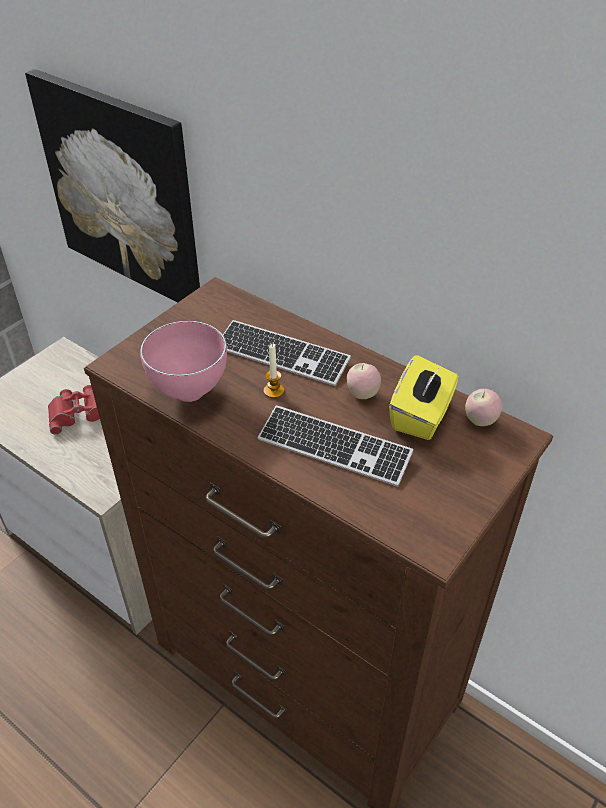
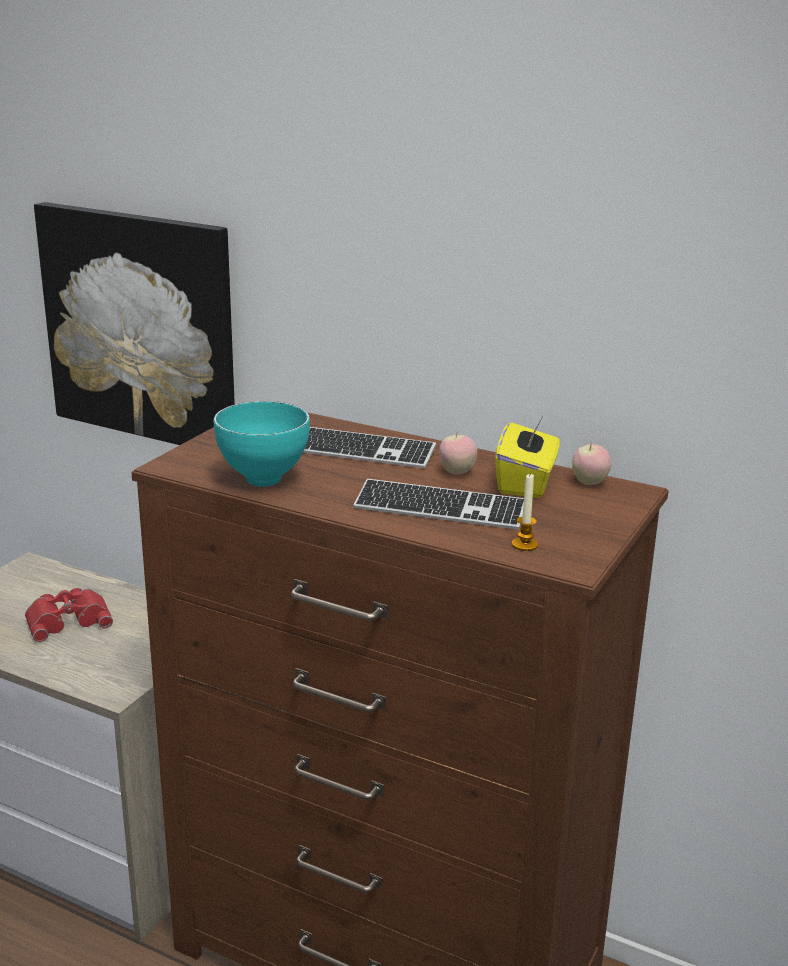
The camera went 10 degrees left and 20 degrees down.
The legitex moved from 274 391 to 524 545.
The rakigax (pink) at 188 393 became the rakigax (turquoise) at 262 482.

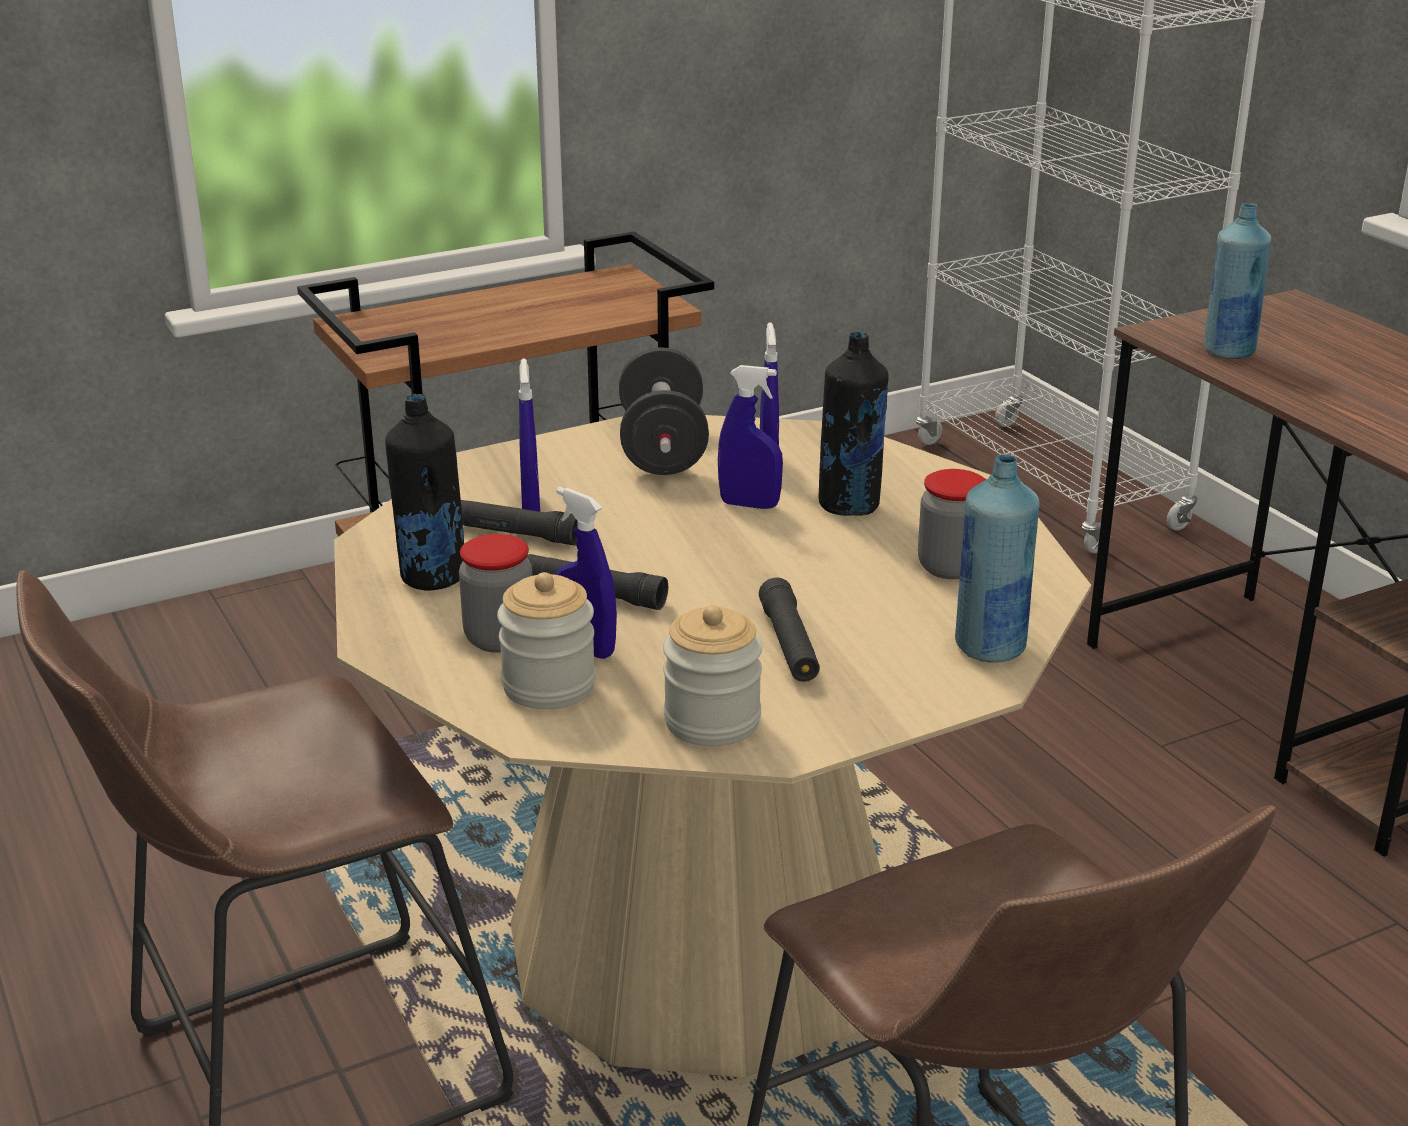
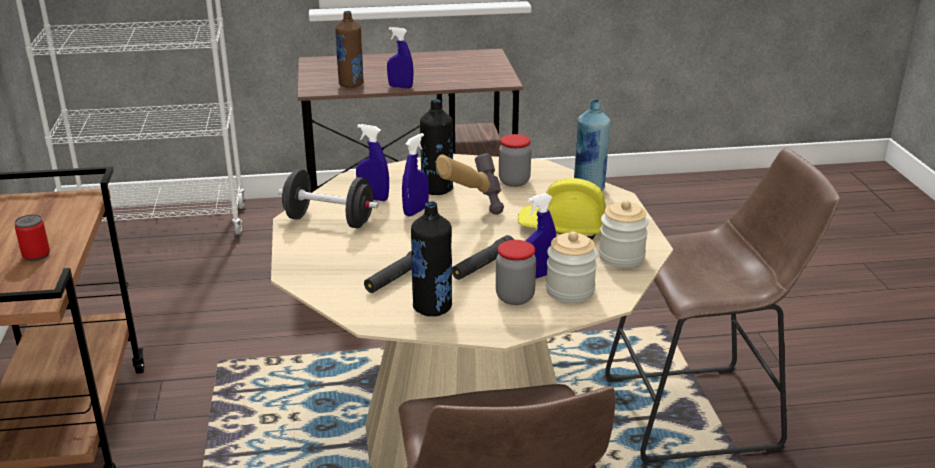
The camera went 70 degrees left and 0 degrees up.
The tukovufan at 36 255 appeared.
The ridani at 466 225 appeared.
The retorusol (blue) moved from 530 505 to 400 87.
The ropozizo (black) at 789 644 was replaced by the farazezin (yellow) at 562 228.
The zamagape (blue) at 1228 351 became the zamagape (brown) at 351 84.

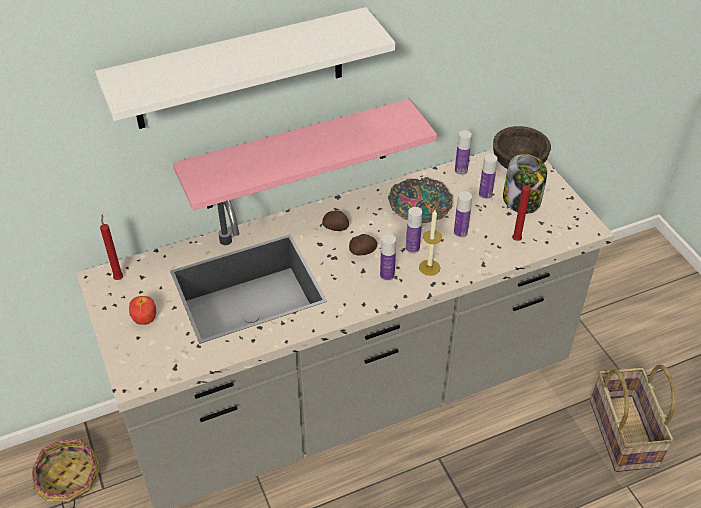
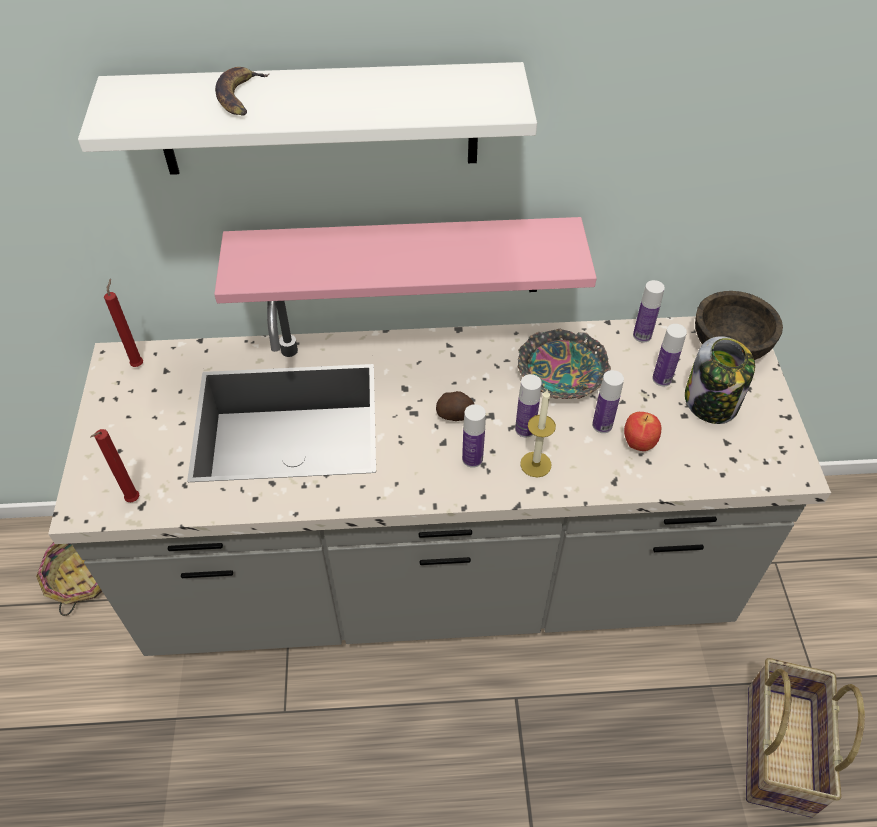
The camera went 20 degrees right and 5 degrees up.
The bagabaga at 336 228 disappeared.
The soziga at 241 96 appeared.
The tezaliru moved from 144 320 to 638 443.
The legitex (red) moved from 516 241 to 132 501.

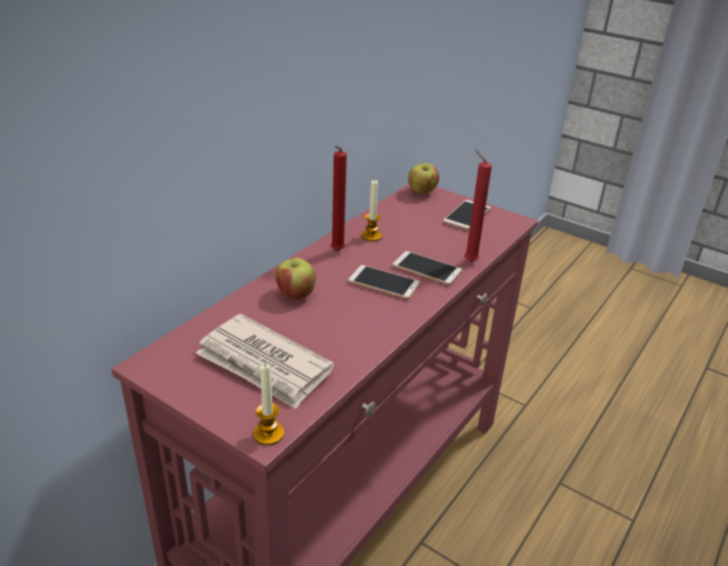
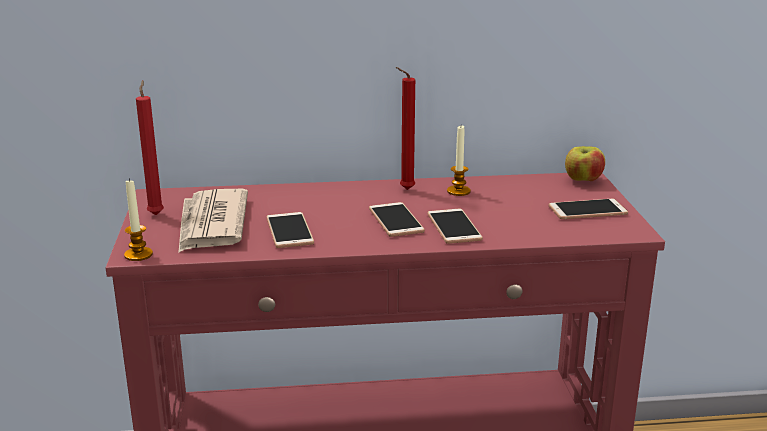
The camera went 50 degrees right and 10 degrees down.
The tezaliru at 295 294 disappeared.
The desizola at 289 231 appeared.
The legitex (red) moved from 468 261 to 156 214.

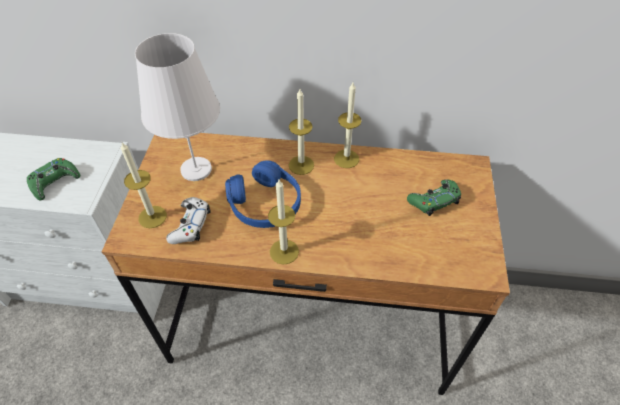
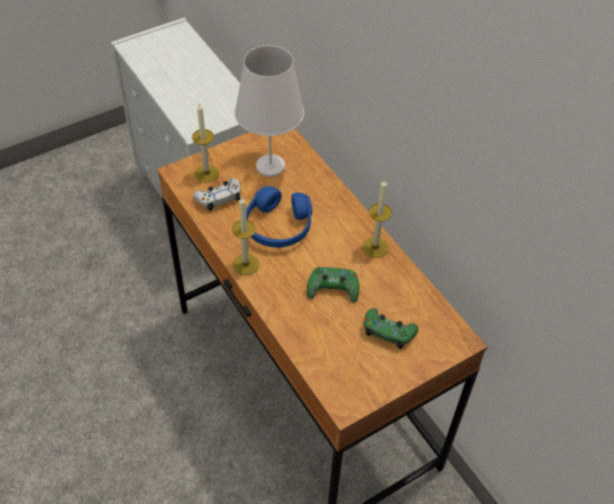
The camera went 50 degrees right and 0 degrees up.
The legitex at 301 165 disappeared.
The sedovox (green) moved from 54 182 to 333 288.

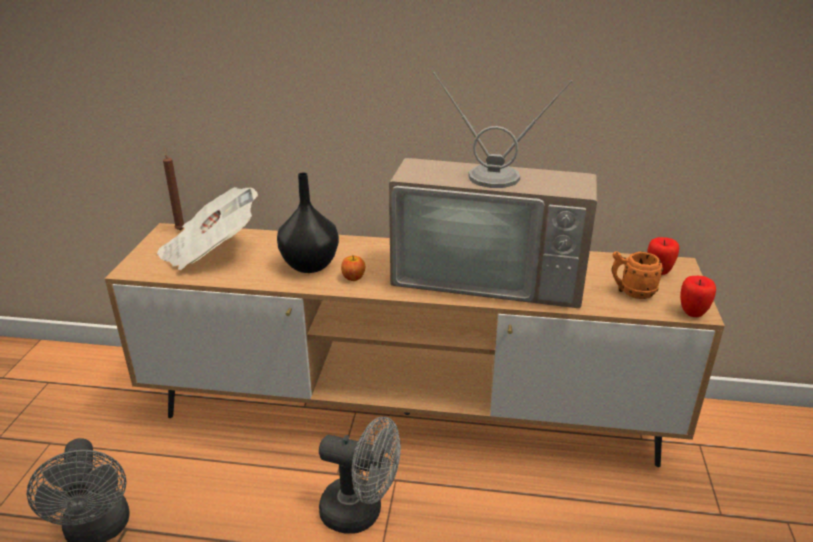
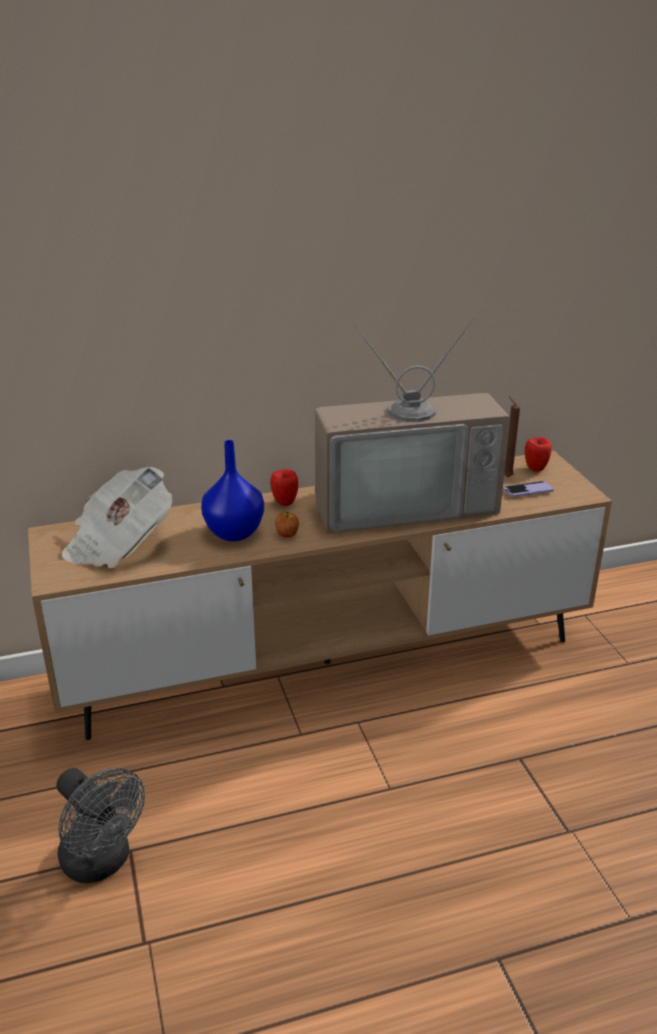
The camera went 25 degrees left and 0 degrees up.
The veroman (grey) at 361 512 disappeared.
The legitex (brown) moved from 180 229 to 506 476.
The tezaliru moved from 692 313 to 285 502.
The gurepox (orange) at 631 292 was replaced by the desizola at 527 490.
The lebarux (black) at 311 265 became the lebarux (blue) at 235 532.

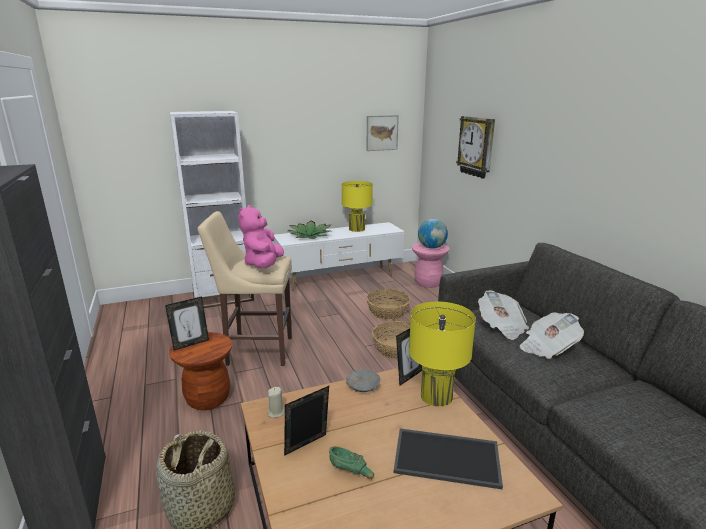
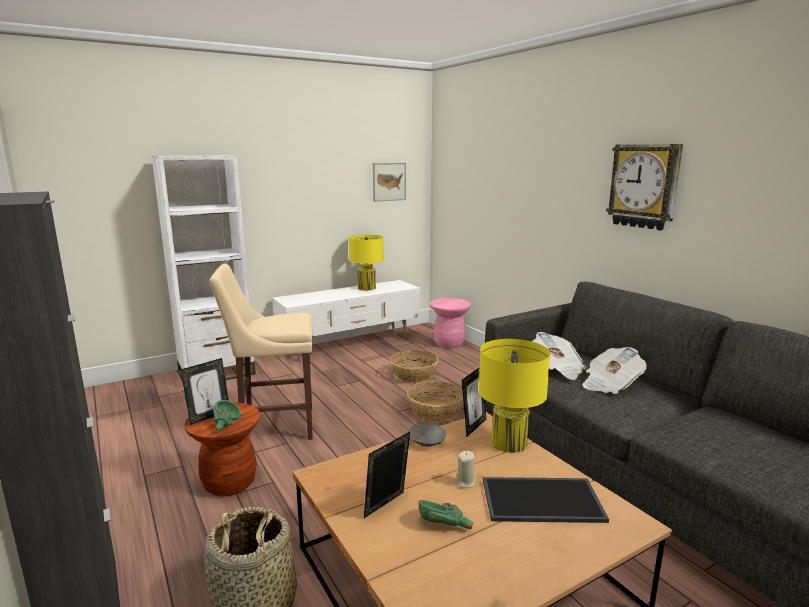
The camera went 10 degrees left and 5 degrees down.
The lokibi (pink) at 263 265 disappeared.
The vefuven at 310 236 disappeared.
The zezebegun at 432 247 disappeared.
The rakigax (green) at 226 424 appeared.
The legitex (beige) moved from 276 412 to 465 482.
The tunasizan moved from 477 146 to 644 186.

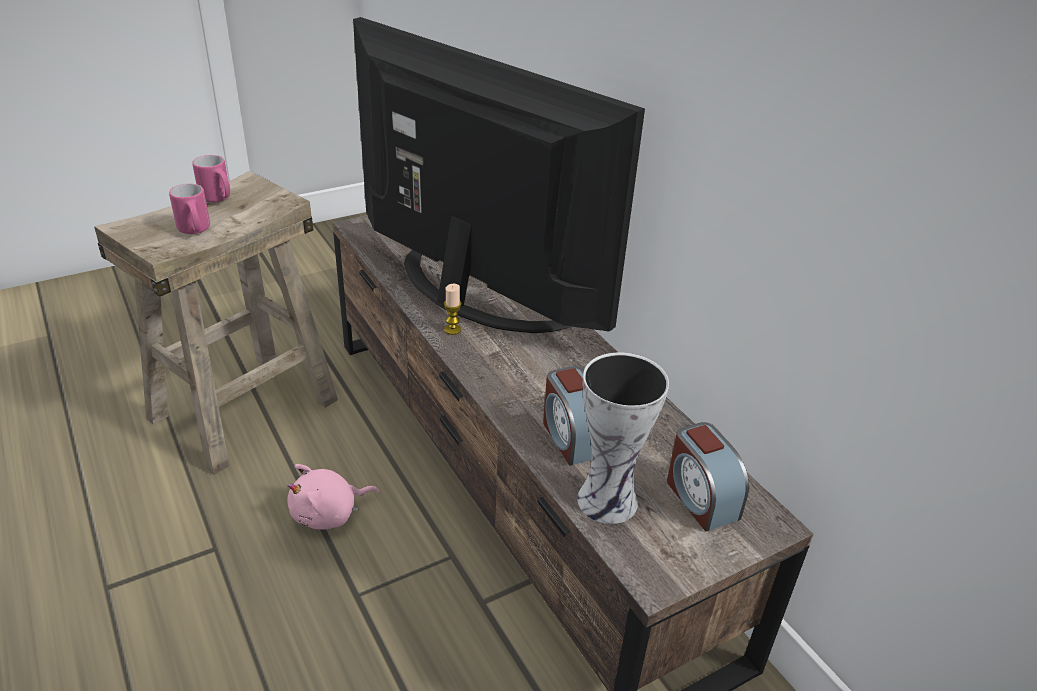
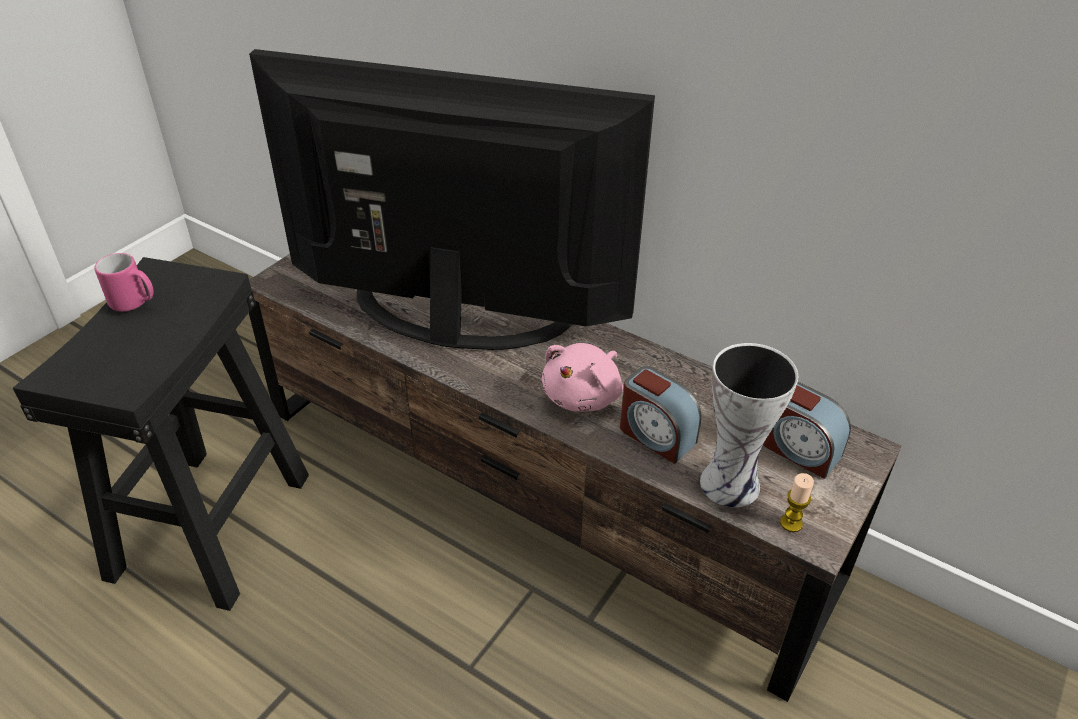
The camera went 25 degrees left and 5 degrees up.
The gurepox (pink) at 195 231 disappeared.
The lokibi (pink) moved from 329 514 to 584 396.
The legitex moved from 452 330 to 791 523.
The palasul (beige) at 244 408 became the palasul (black) at 210 524.

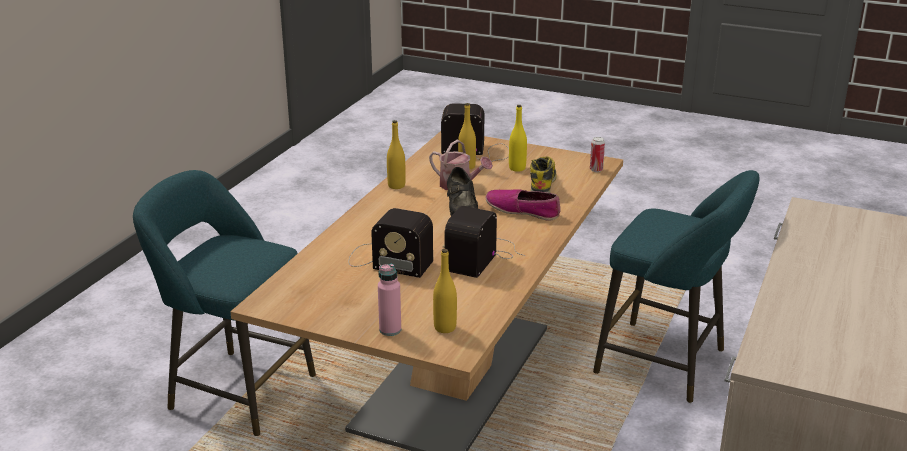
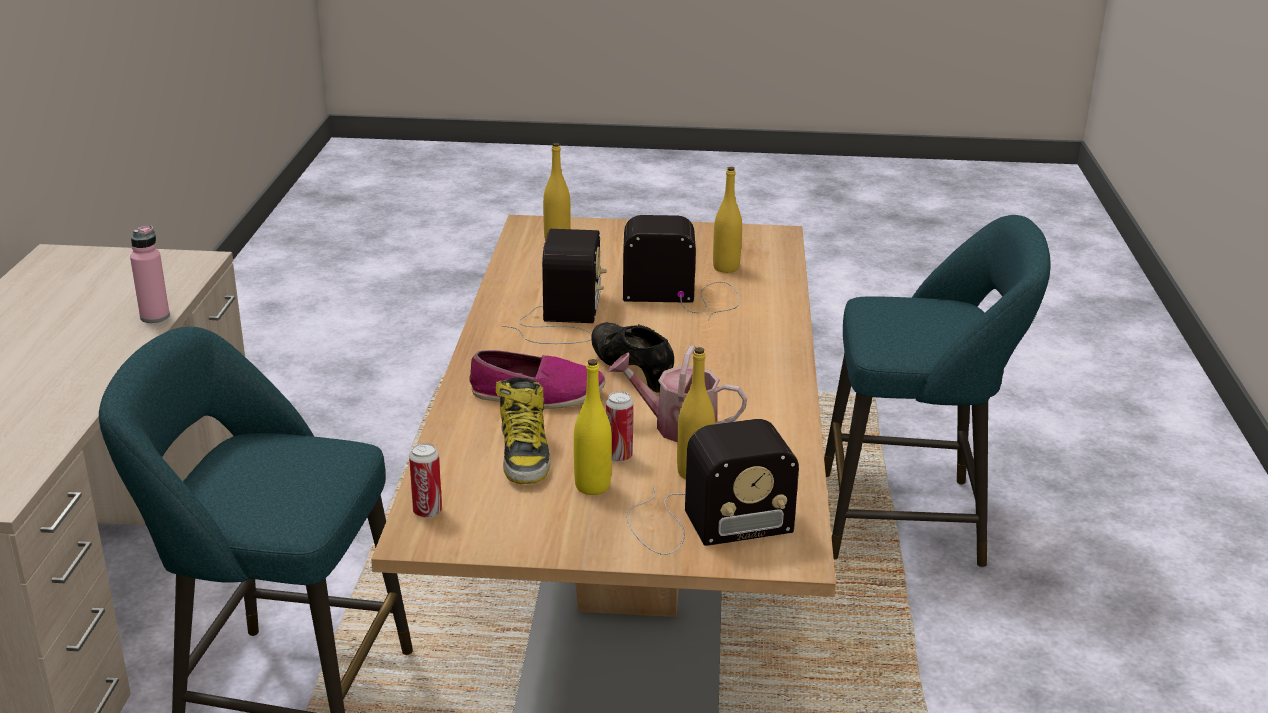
The camera went 160 degrees right and 0 degrees up.
The tukovufan at 619 456 appeared.
The zamagape (pink) moved from 390 330 to 155 317.
The zamagape (yellow) moved from 396 186 to 726 268.

